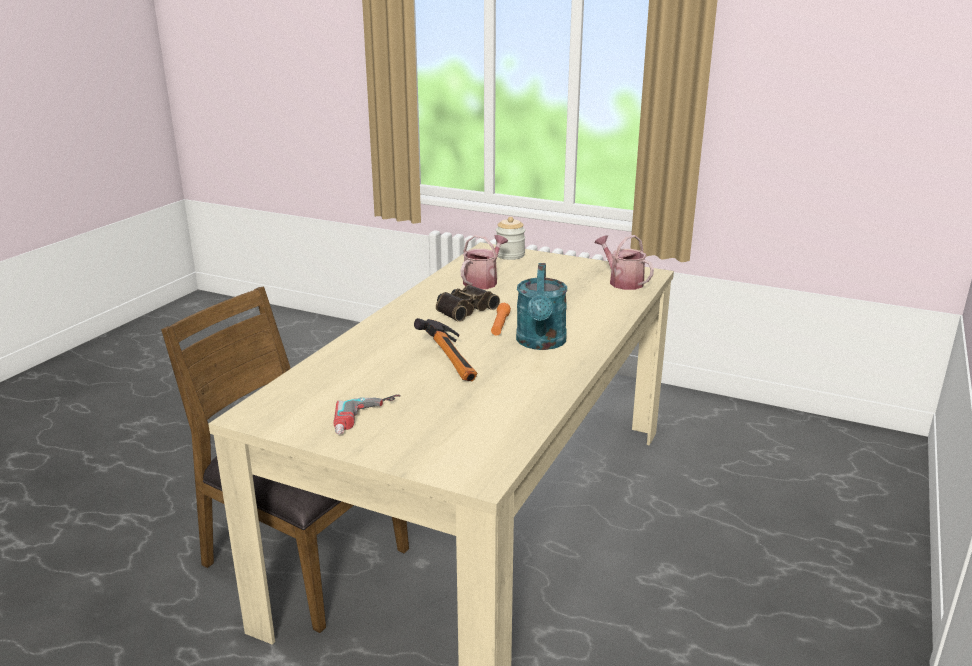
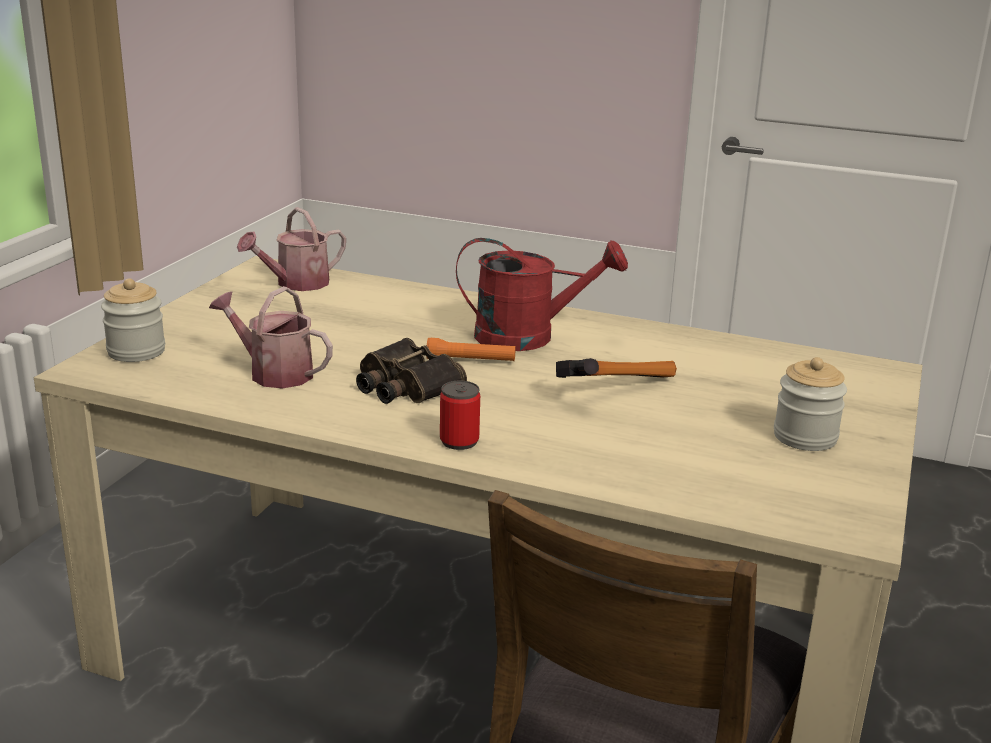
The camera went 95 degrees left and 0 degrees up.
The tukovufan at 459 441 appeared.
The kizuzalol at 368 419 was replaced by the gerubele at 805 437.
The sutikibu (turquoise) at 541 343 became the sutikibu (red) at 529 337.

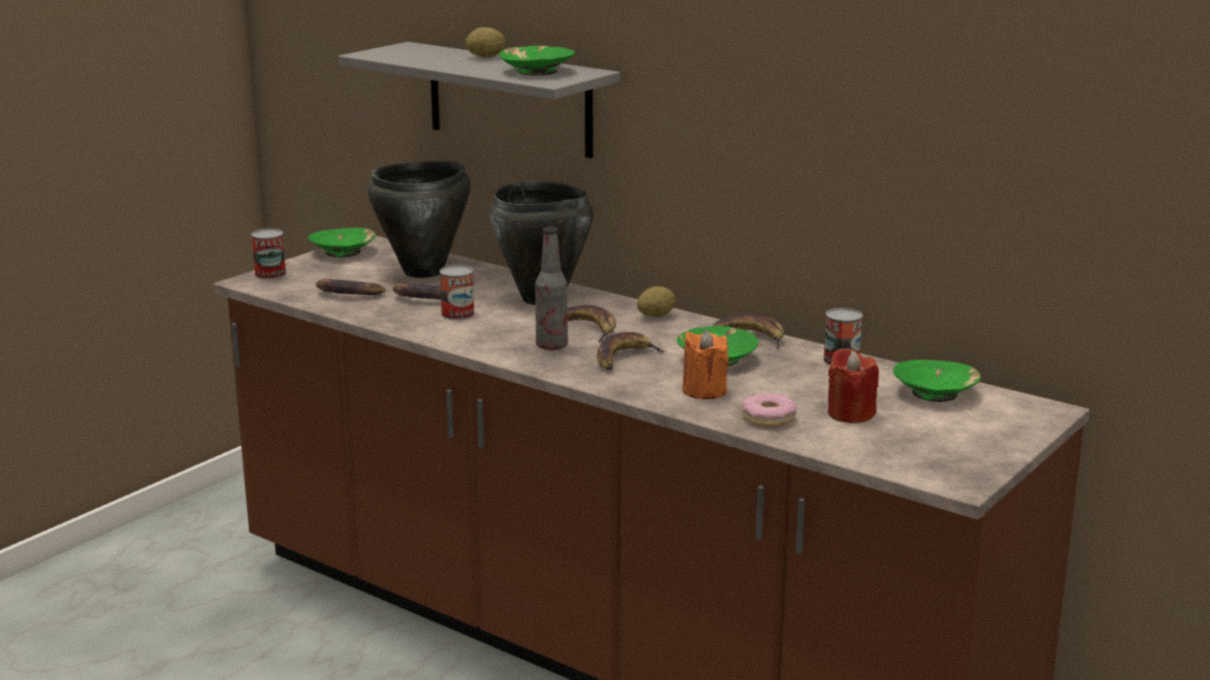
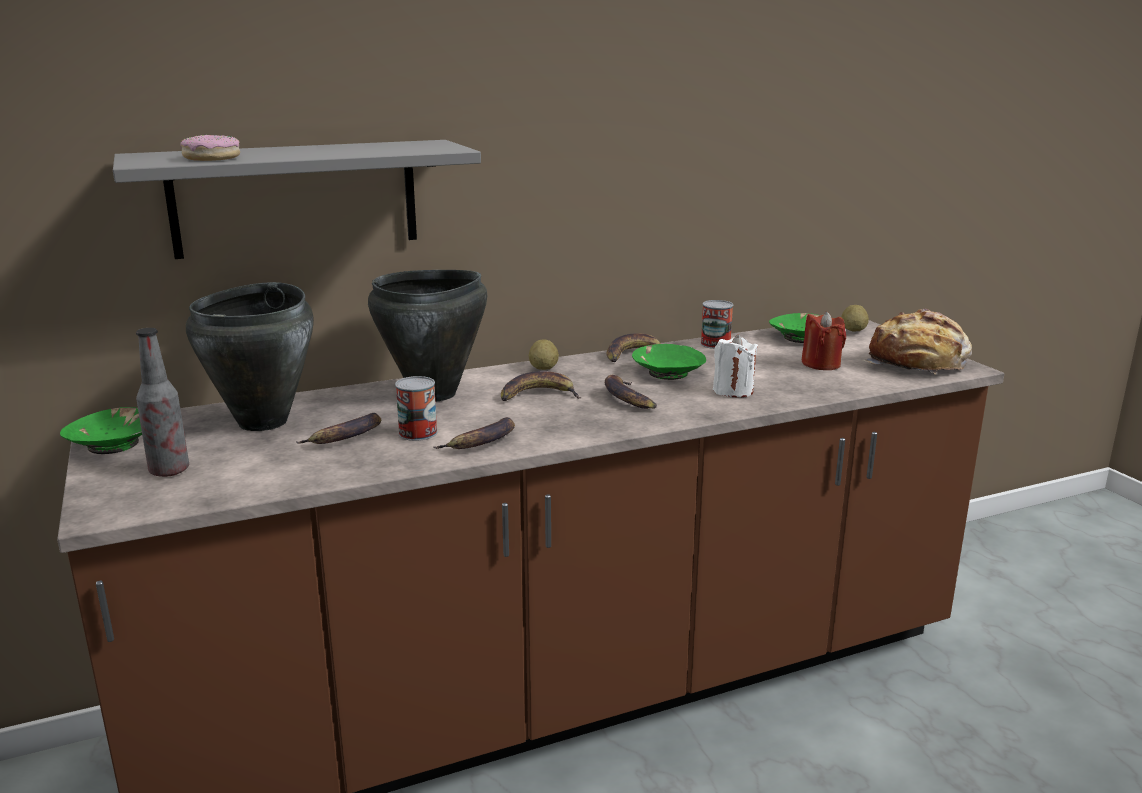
The camera went 60 degrees left and 0 degrees up.
The tukovufan at 270 274 disappeared.
The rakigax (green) at 537 71 disappeared.
The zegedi at 917 363 appeared.
The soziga moved from 347 294 to 482 442.
The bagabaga moved from 485 57 to 853 331.
The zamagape moved from 551 346 to 169 471.
The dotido moved from 768 418 to 211 158.
The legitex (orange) at 704 391 became the legitex (white) at 733 391.

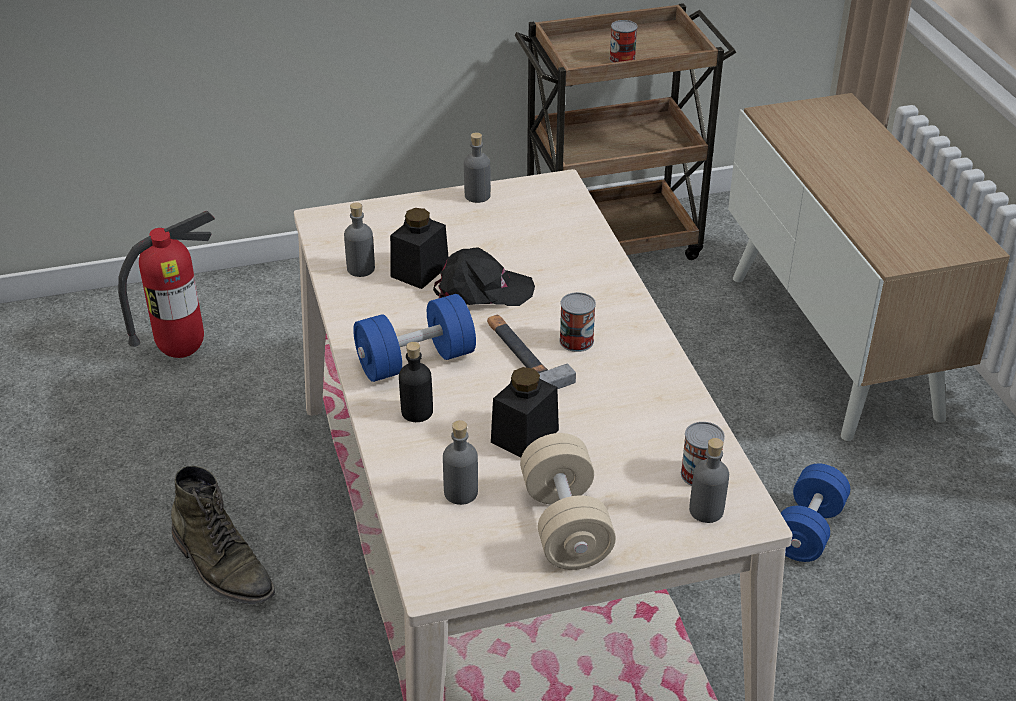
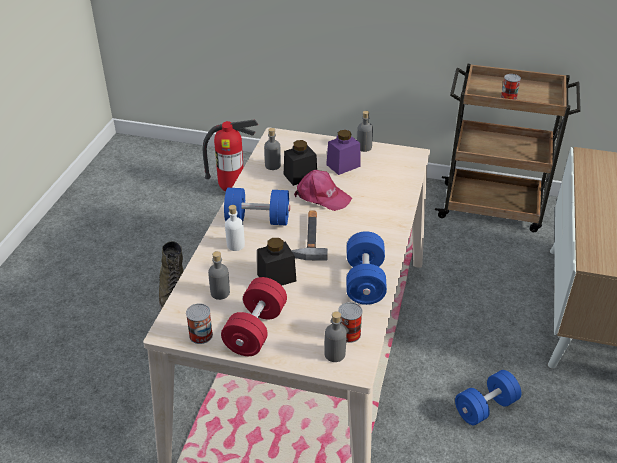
The camera went 30 degrees right and 0 degrees up.
The gerubele (purple) at 343 165 appeared.
The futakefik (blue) at 365 281 appeared.
The tukovufan moved from 576 341 to 201 335.
The zamagape (black) at 417 412 became the zamagape (white) at 235 245.
The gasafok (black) at 482 290 became the gasafok (pink) at 322 196.
The futakefik (beige) at 565 525 became the futakefik (red) at 255 330.

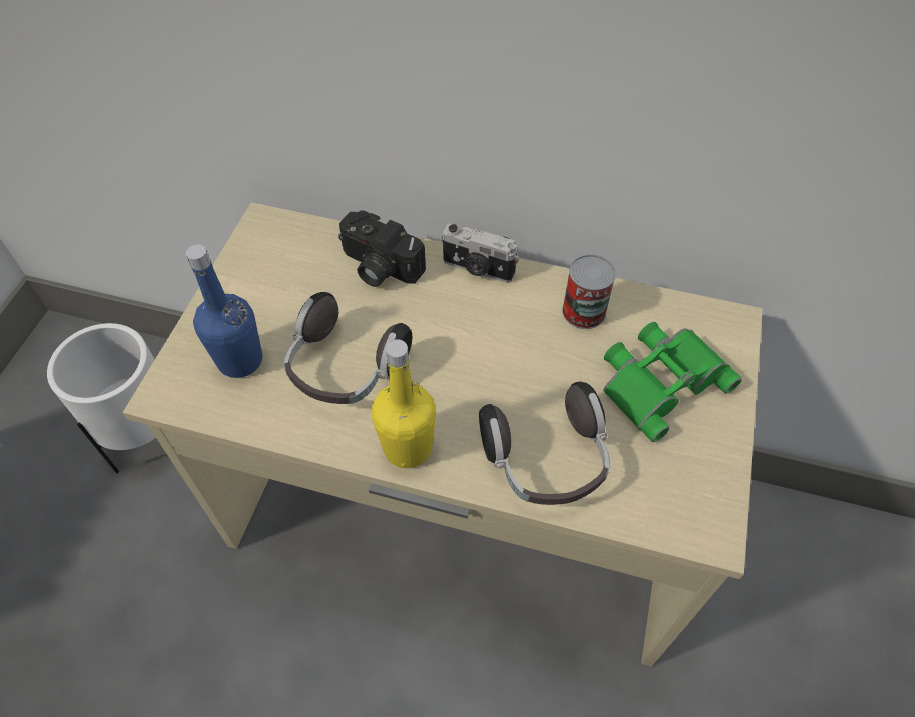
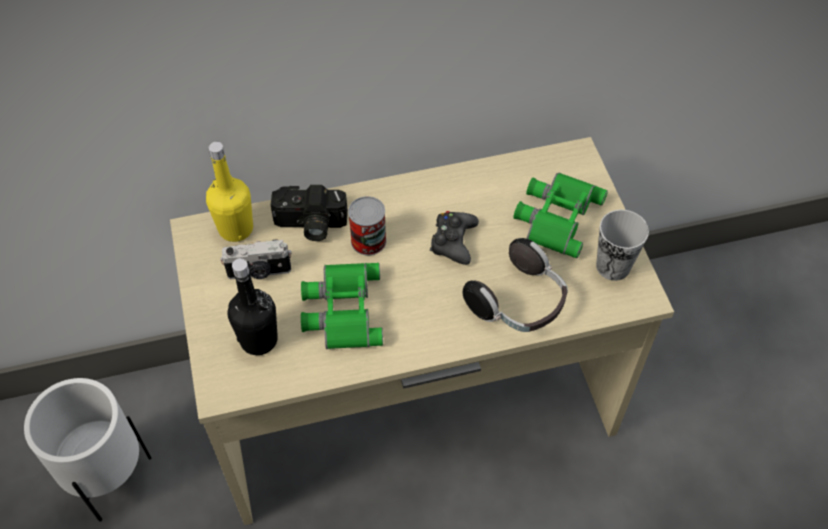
The camera went 30 degrees left and 0 degrees up.
The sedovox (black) at 453 241 appeared.
The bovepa at 613 266 appeared.
The zamagape (yellow) moved from 407 447 to 236 228.
The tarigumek moved from 478 269 to 259 272.
The tukovufan moved from 583 311 to 368 241.
The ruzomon at 345 370 was replaced by the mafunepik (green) at 341 309.
The zamagape (blue) at 240 360 became the zamagape (black) at 259 340.

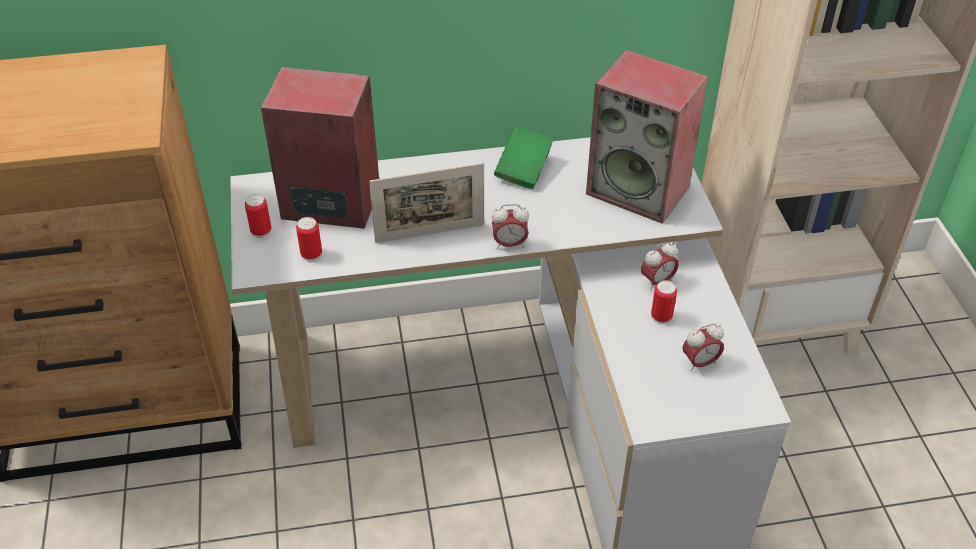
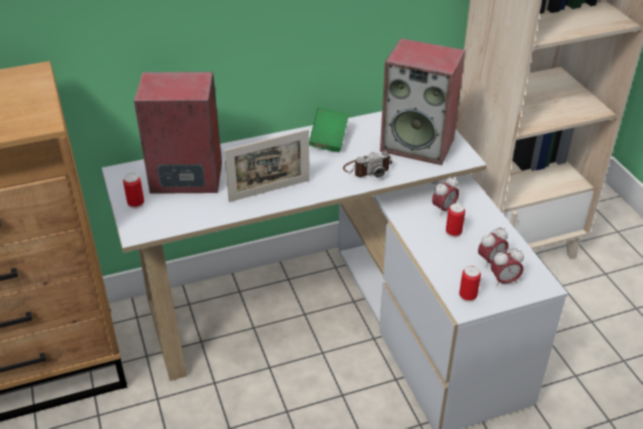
The camera went 10 degrees left and 5 degrees down.
The tarigumek at 367 169 appeared.
The tukovufan moved from 311 254 to 467 296.
The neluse moved from 509 244 to 504 281.

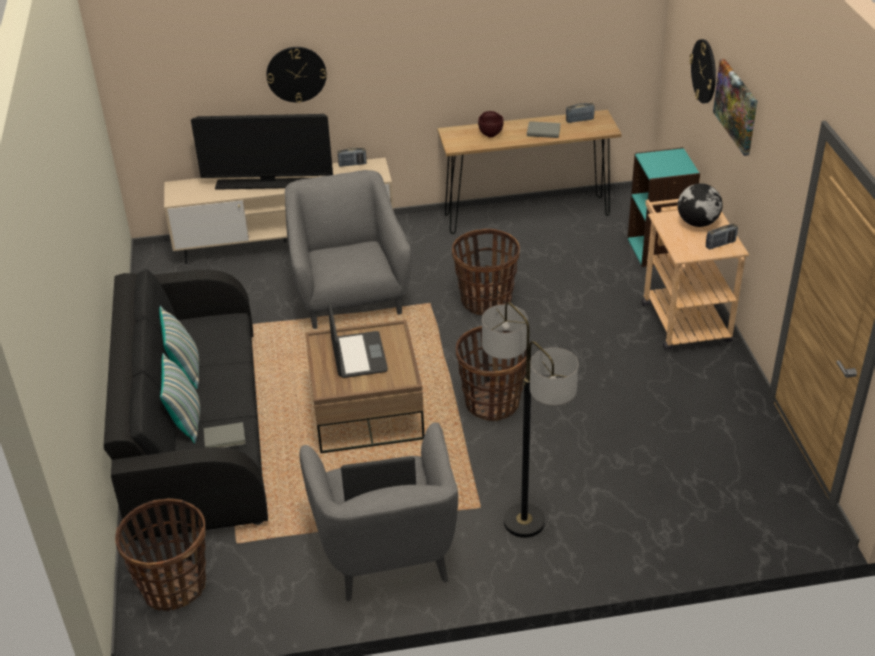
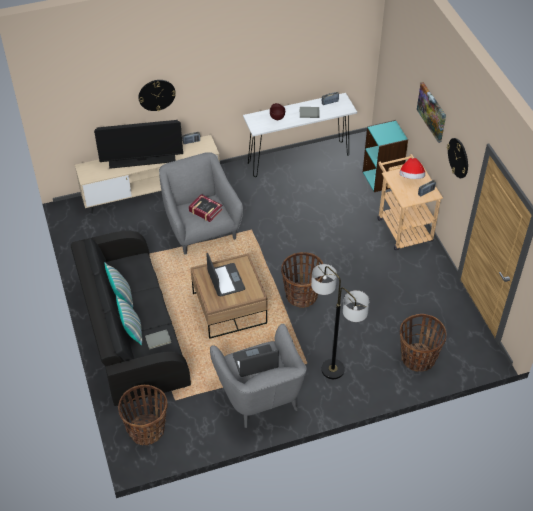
The camera went 10 degrees left and 10 degrees up.
The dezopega at 205 210 appeared.
The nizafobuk moved from 486 301 to 418 358.
The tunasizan moved from 704 71 to 458 158.
The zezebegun at 698 223 was replaced by the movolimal at 411 177.
The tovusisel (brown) at 527 215 became the tovusisel (white) at 298 159.

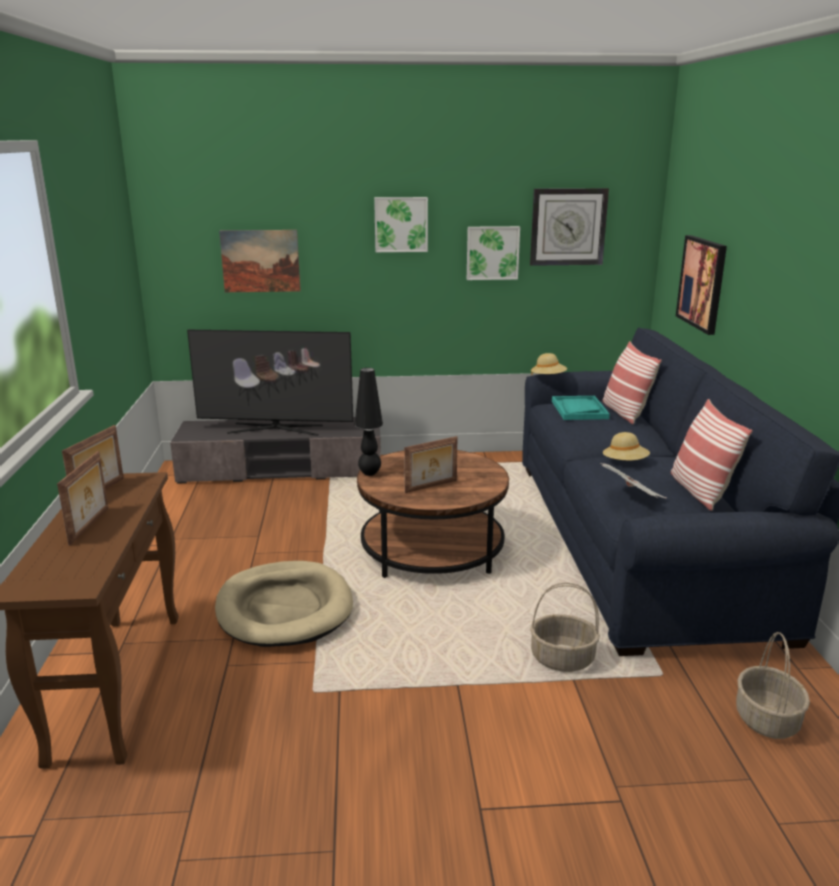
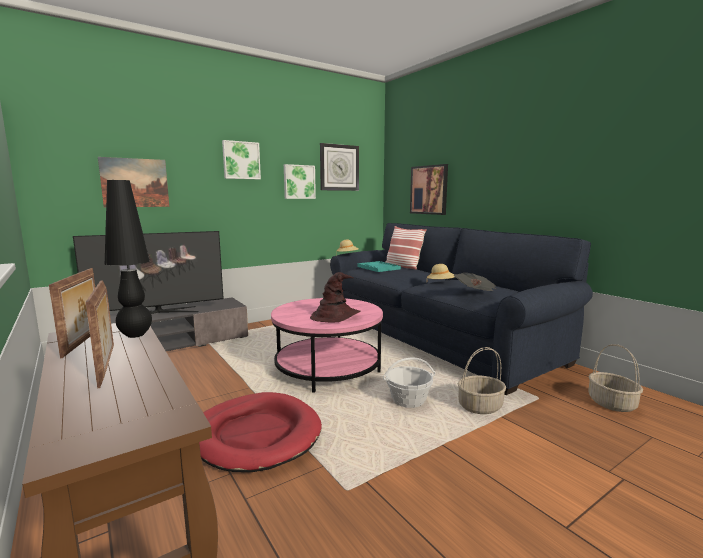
The camera went 30 degrees left and 10 degrees down.
The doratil at 700 491 disappeared.
The nizafobuk at 408 400 appeared.
The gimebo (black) moved from 369 473 to 135 335.
The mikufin at 431 487 was replaced by the movolimal (brown) at 335 316.
The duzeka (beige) at 284 608 became the duzeka (red) at 256 435.
The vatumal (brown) at 432 550 became the vatumal (pink) at 328 368.

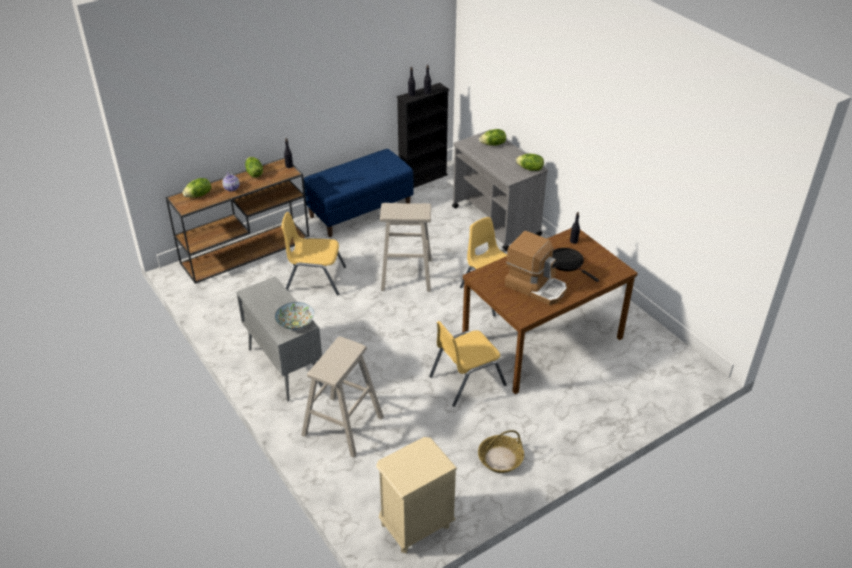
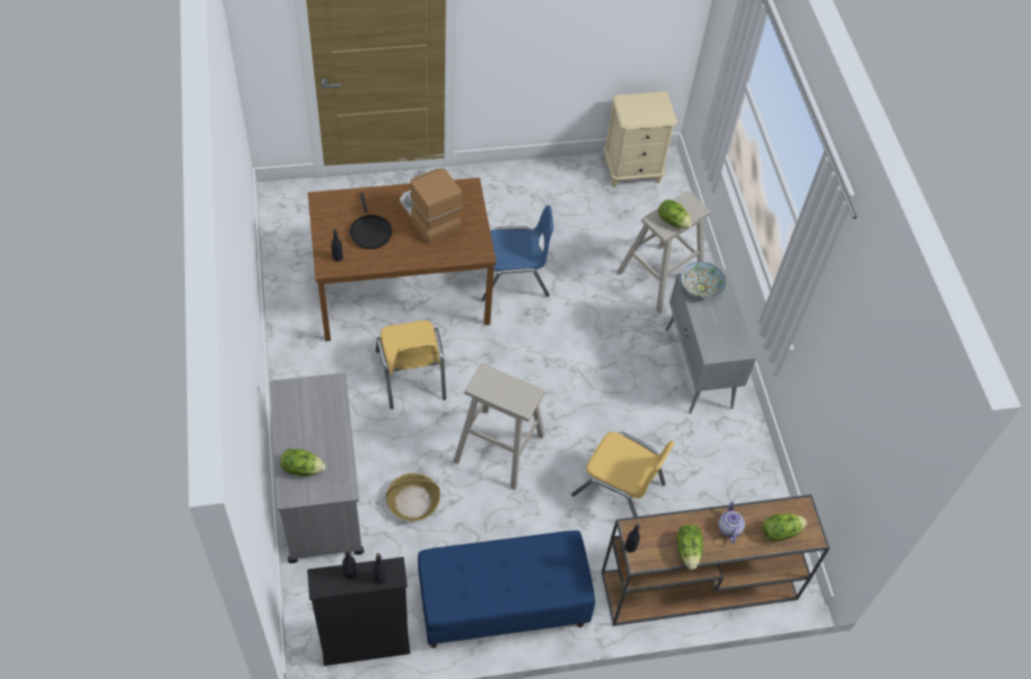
The camera went 160 degrees left and 15 degrees up.
The nizafobuk moved from 500 459 to 413 501.
The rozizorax moved from 530 169 to 673 221.
The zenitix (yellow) at 466 380 became the zenitix (blue) at 513 277.

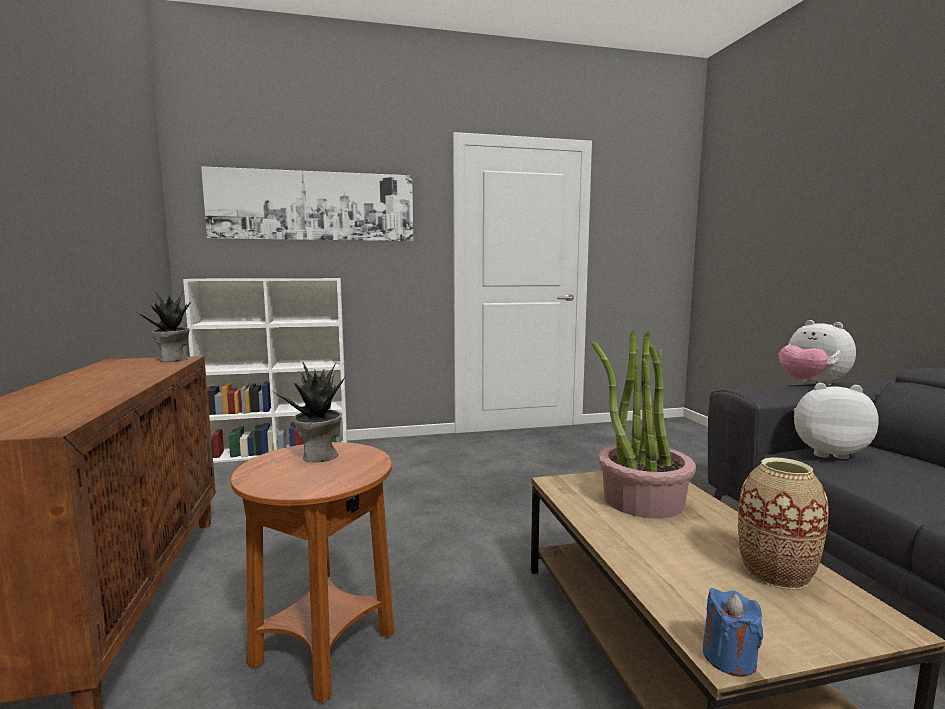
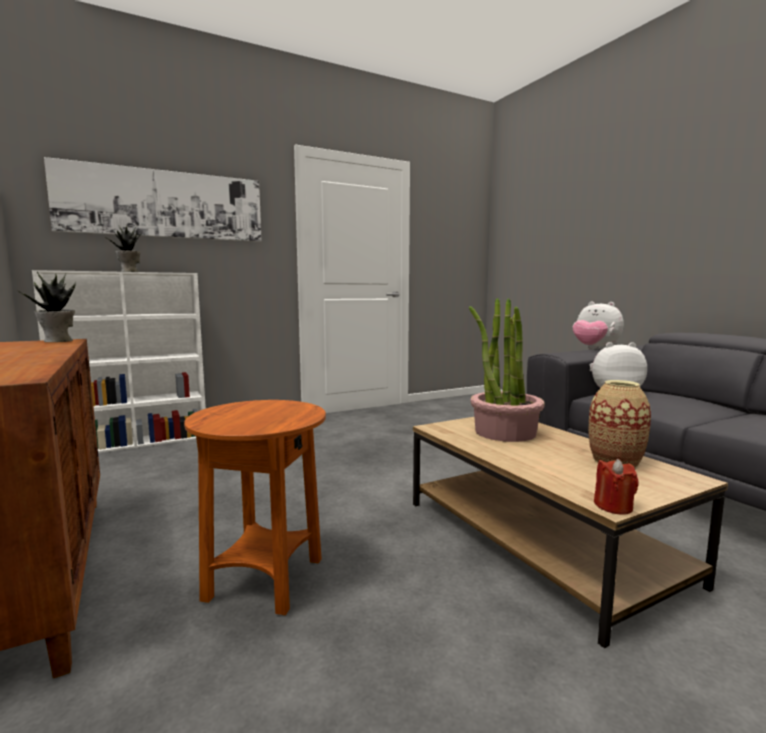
The camera went 15 degrees left and 0 degrees up.
The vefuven moved from 319 456 to 129 272.
The legitex (blue) at 729 658 became the legitex (red) at 613 506.

